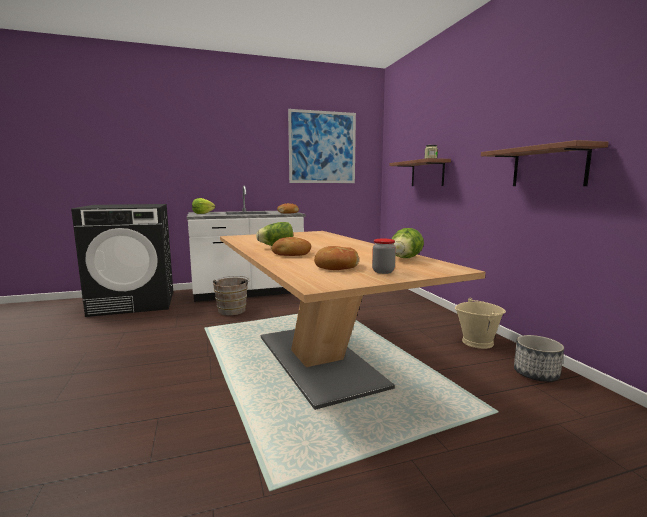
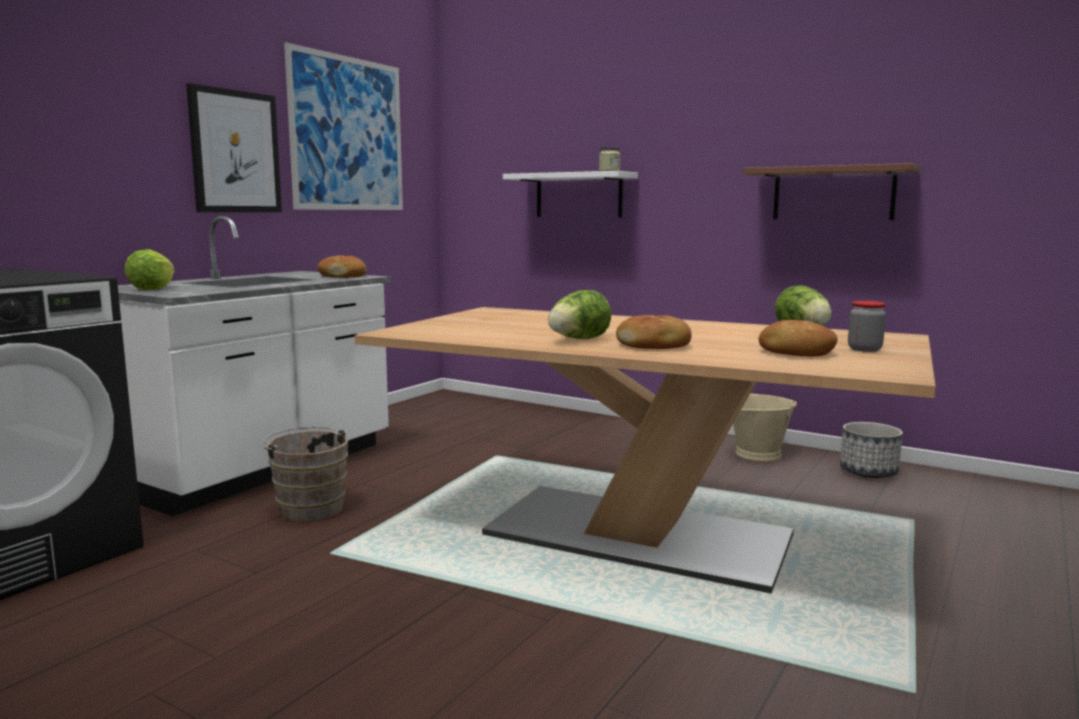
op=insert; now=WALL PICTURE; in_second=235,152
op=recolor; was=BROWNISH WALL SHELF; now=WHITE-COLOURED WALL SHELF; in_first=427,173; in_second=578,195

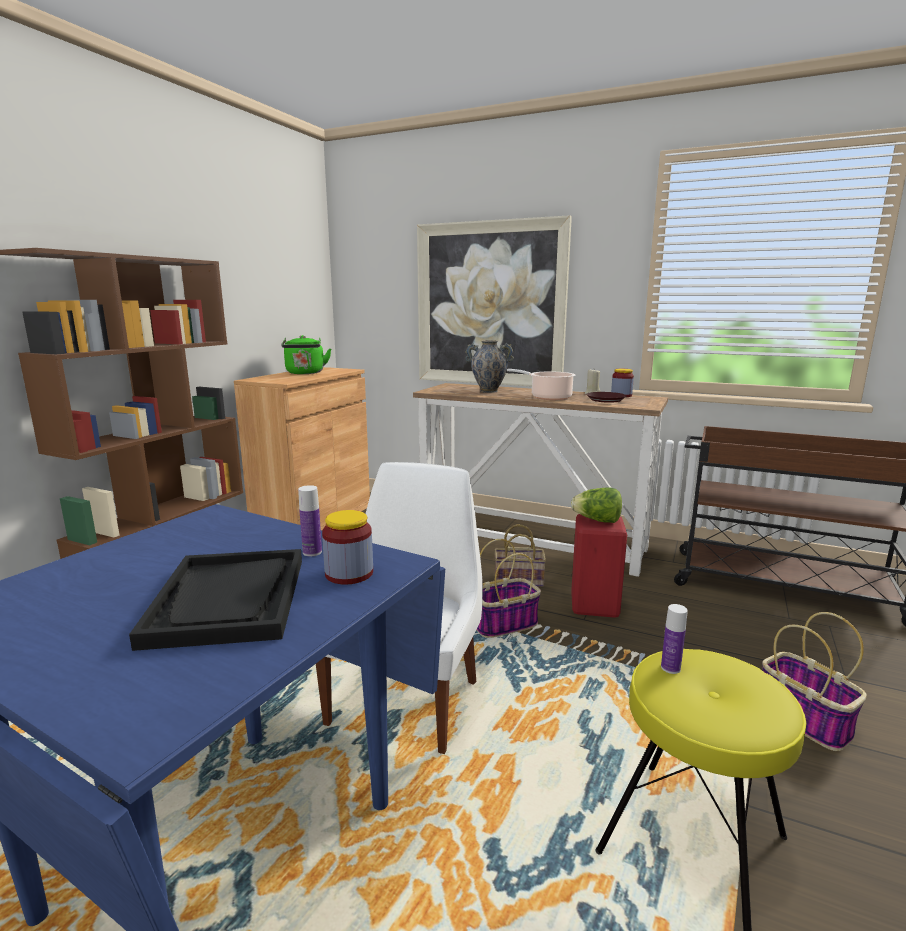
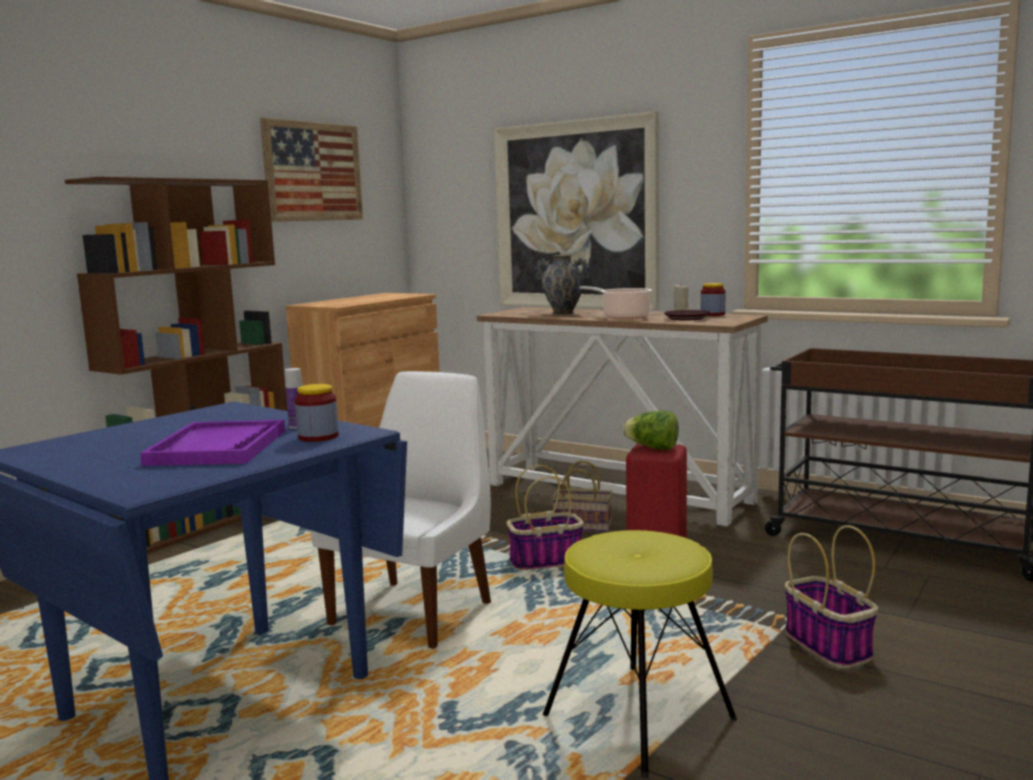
op=delete; was=GREEN KETTLE; in_first=305,373
op=delete; was=DRINK BOTTLE; in_first=670,668
op=insert; now=WALL PICTURE; in_second=313,172
op=recolor; was=BLACKISH SERVING TRAY; now=PURPLE-COLOURED SERVING TRAY; in_first=229,600; in_second=218,447

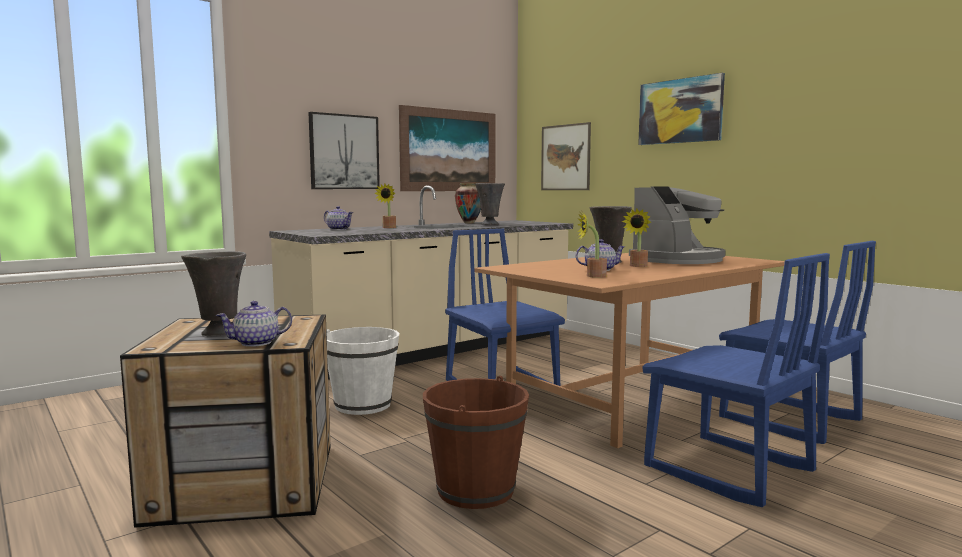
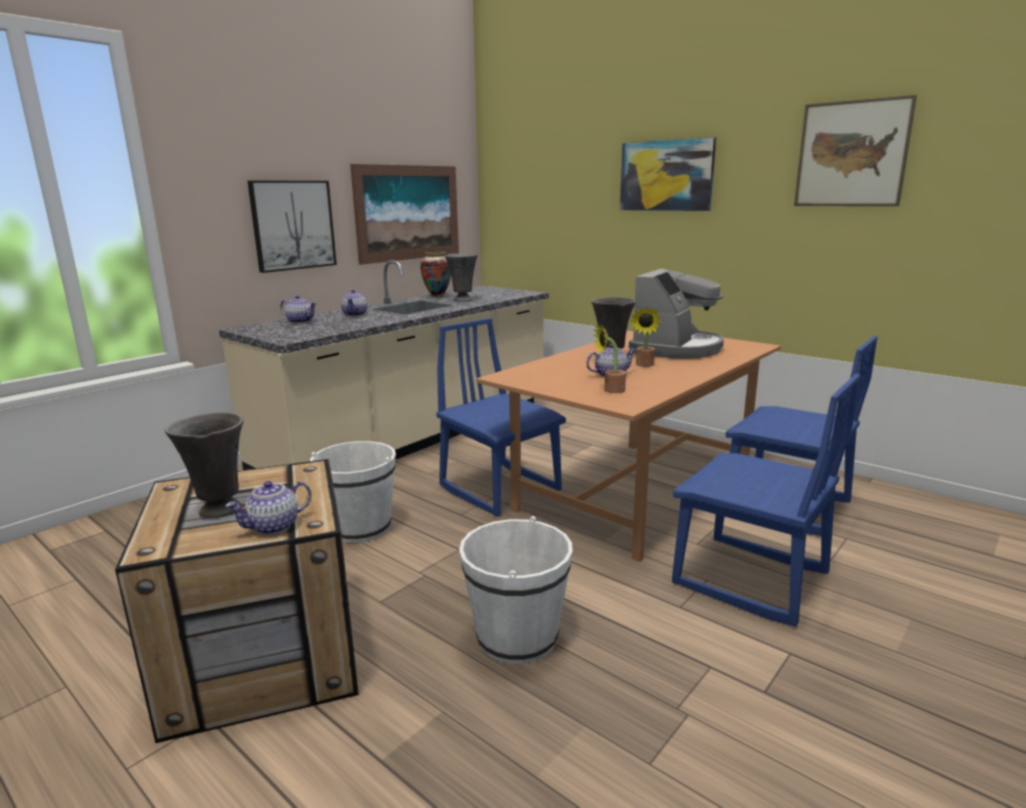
op=move; was=WALL PICTURE; in_first=565,157; in_second=851,154
op=replace; was=PLANT IN A POT; now=TEA POT; in_first=388,228; in_second=355,314
op=recolor; was=BROWNISH BUCKET; now=WHITE-COLOURED BUCKET; in_first=475,490; in_second=517,637

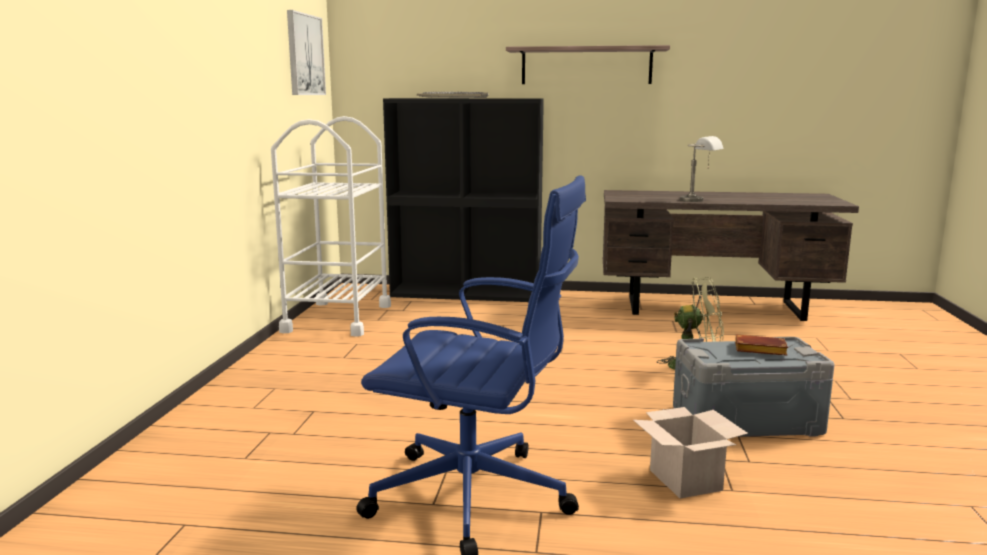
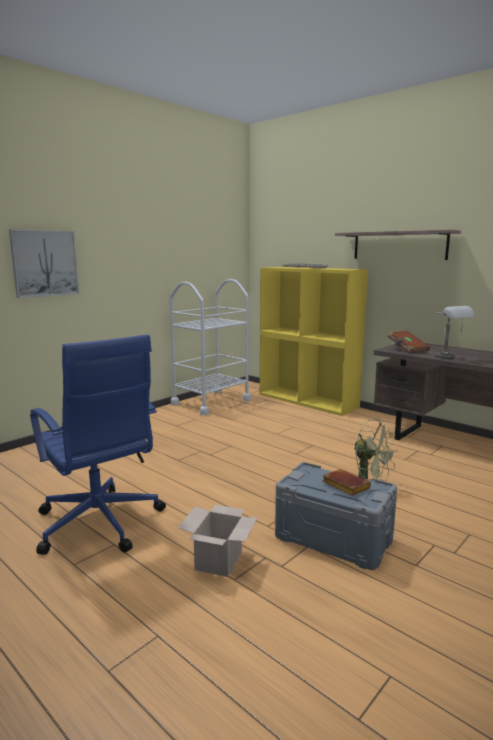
op=insert; now=BROWNISH VOLUME; in_second=407,349
op=move; was=WALL PICTURE; in_first=304,55; in_second=45,263
op=recolor; was=BLACKISH BOOKCASE; now=YELLOW-COLOURED BOOKCASE; in_first=467,293; in_second=308,401

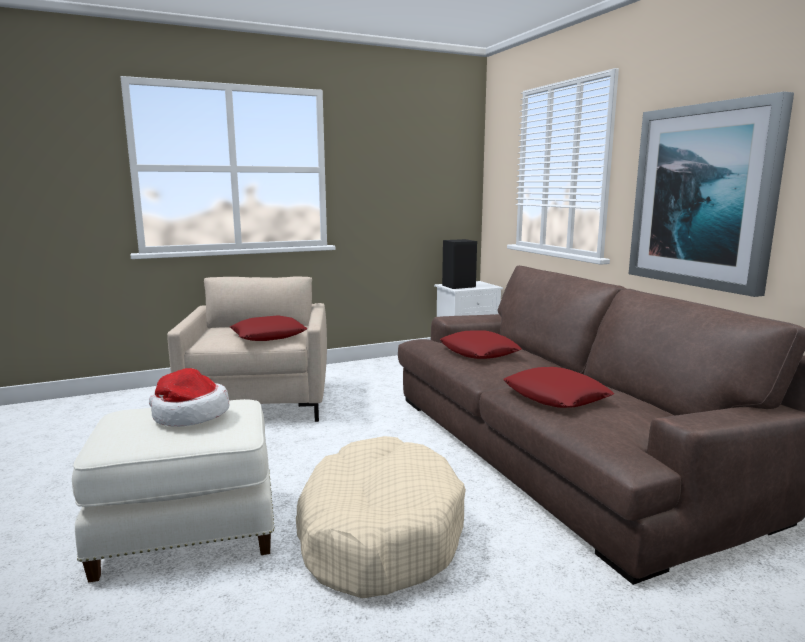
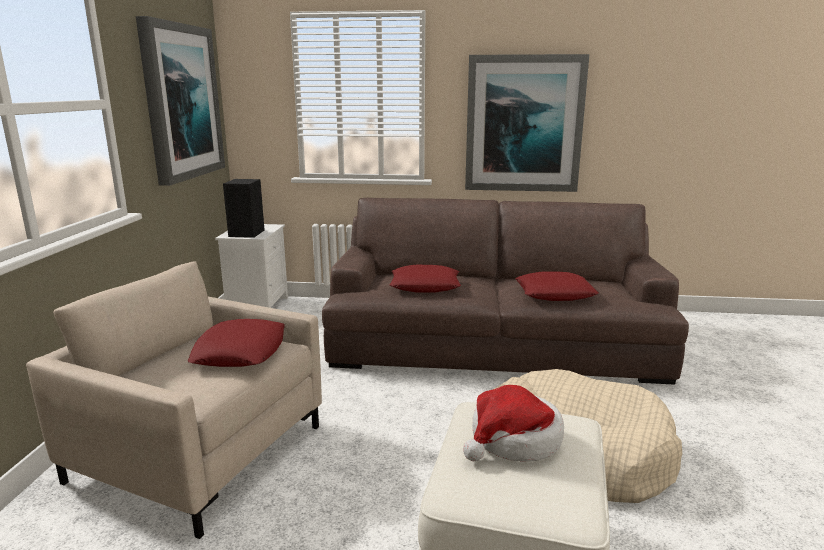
op=insert; now=WALL PICTURE; in_second=181,102

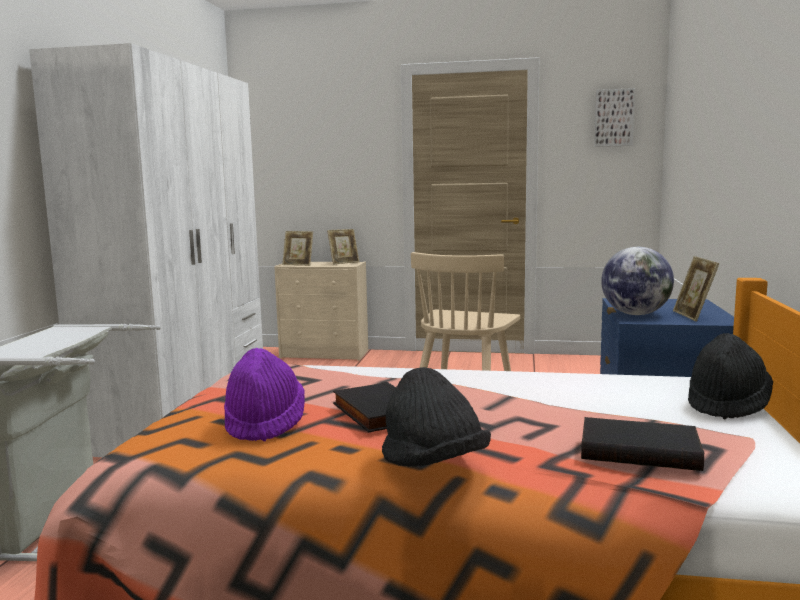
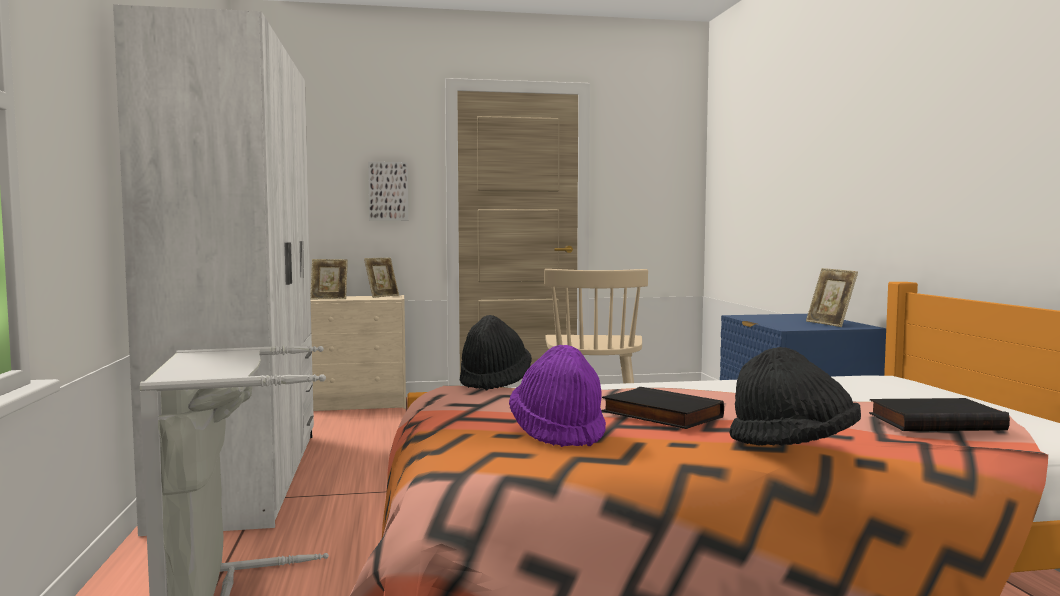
op=delete; was=WORLD GLOBE; in_first=635,314
op=move; was=WALL PICTURE; in_first=613,118; in_second=388,191
op=move; was=BLACKISH WEARABLE HAT; in_first=727,405; in_second=494,382

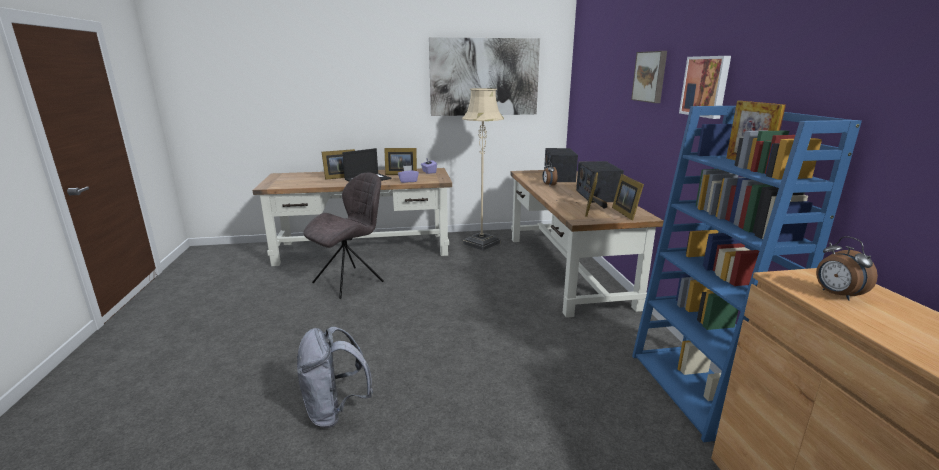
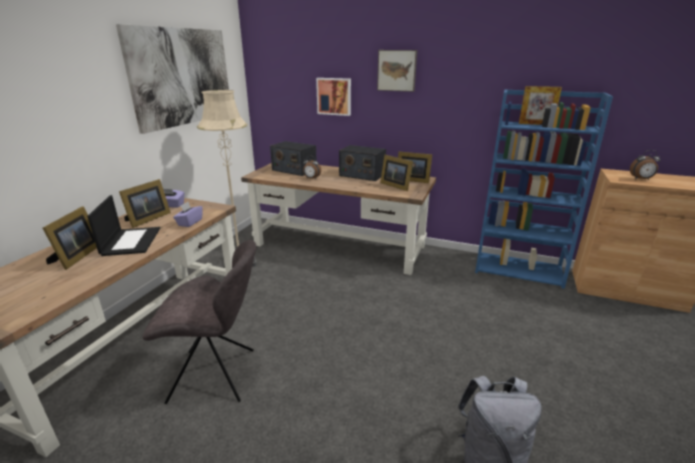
op=move; was=WALL PICTURE; in_first=706,86; in_second=334,96
op=rotate; was=GREY CHAIR; in_first=350,281; in_second=216,375; clockwise=105

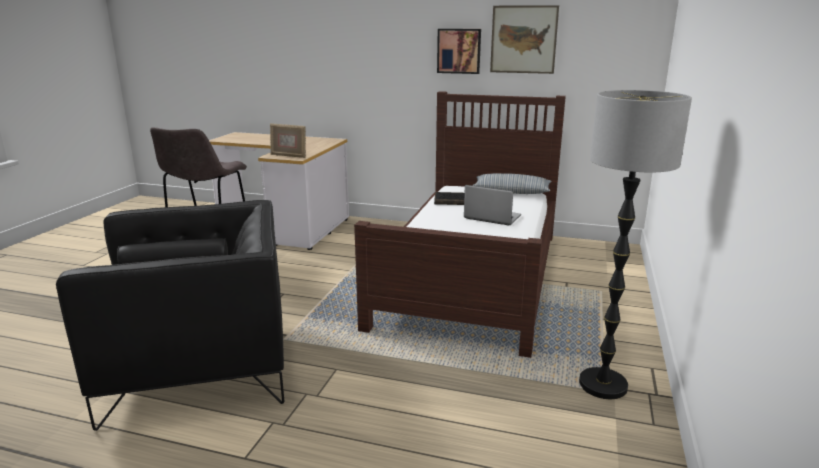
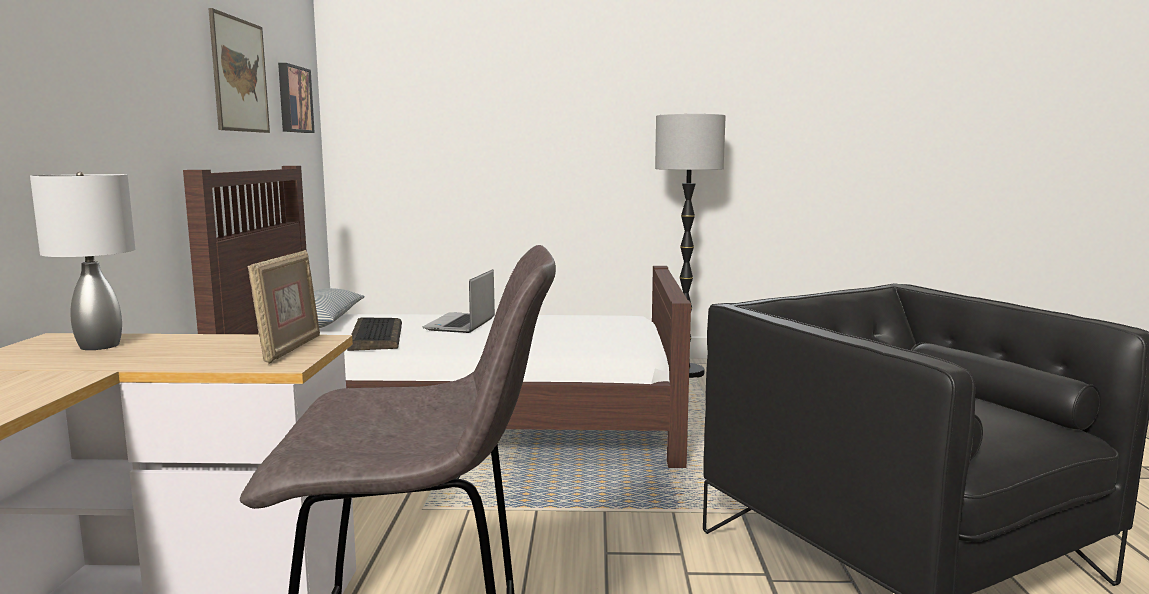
op=insert; now=GREY TABLETOP LAMP; in_second=98,346
op=move; was=WALL PICTURE; in_first=459,51; in_second=293,99

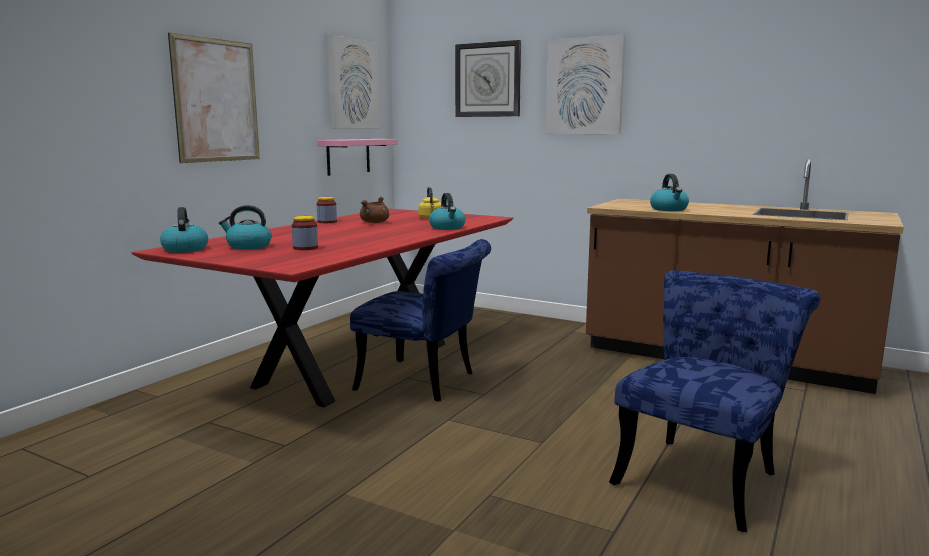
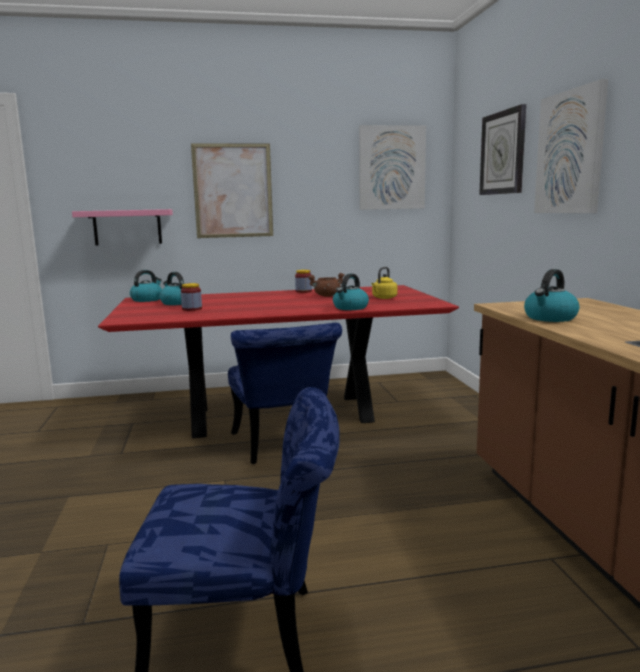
op=move; was=PINK WALL SHELF; in_first=348,156; in_second=127,227

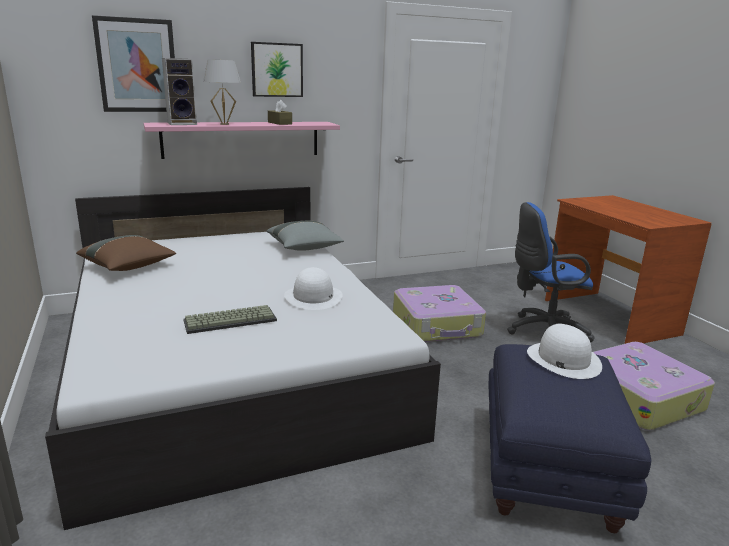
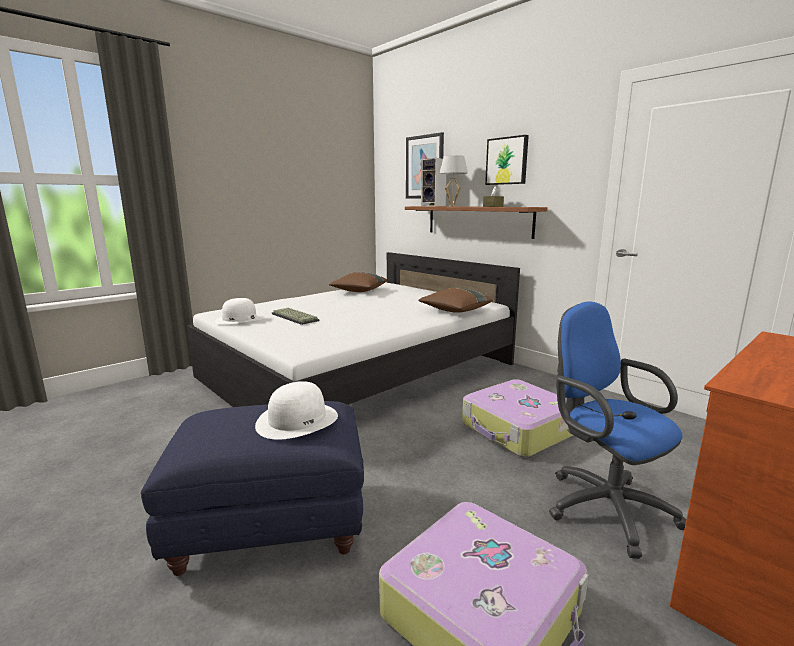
op=move; was=WHITE-COLOURED WEARABLE HAT; in_first=313,297; in_second=239,319
op=recolor; was=PINK WALL SHELF; now=BROWNISH WALL SHELF; in_first=242,139; in_second=478,221
op=recolor; was=GREY CUSHION; now=BROWNISH CUSHION; in_first=304,248; in_second=454,311

